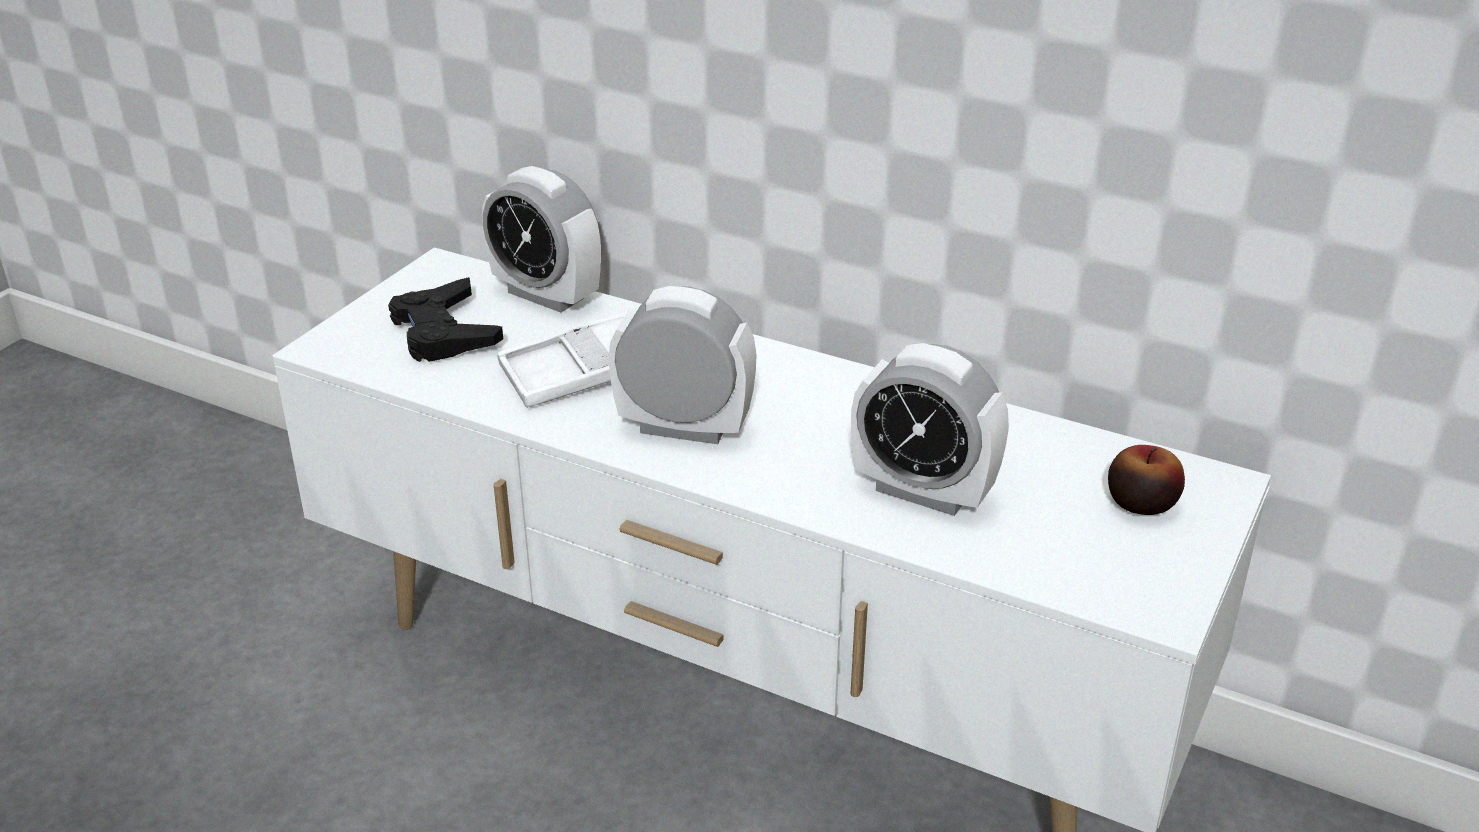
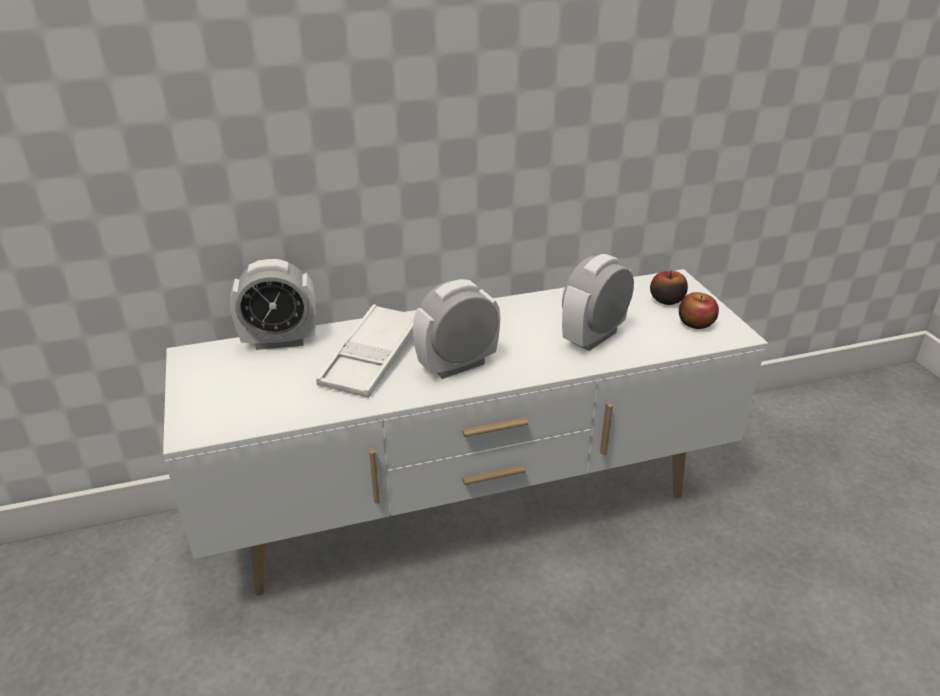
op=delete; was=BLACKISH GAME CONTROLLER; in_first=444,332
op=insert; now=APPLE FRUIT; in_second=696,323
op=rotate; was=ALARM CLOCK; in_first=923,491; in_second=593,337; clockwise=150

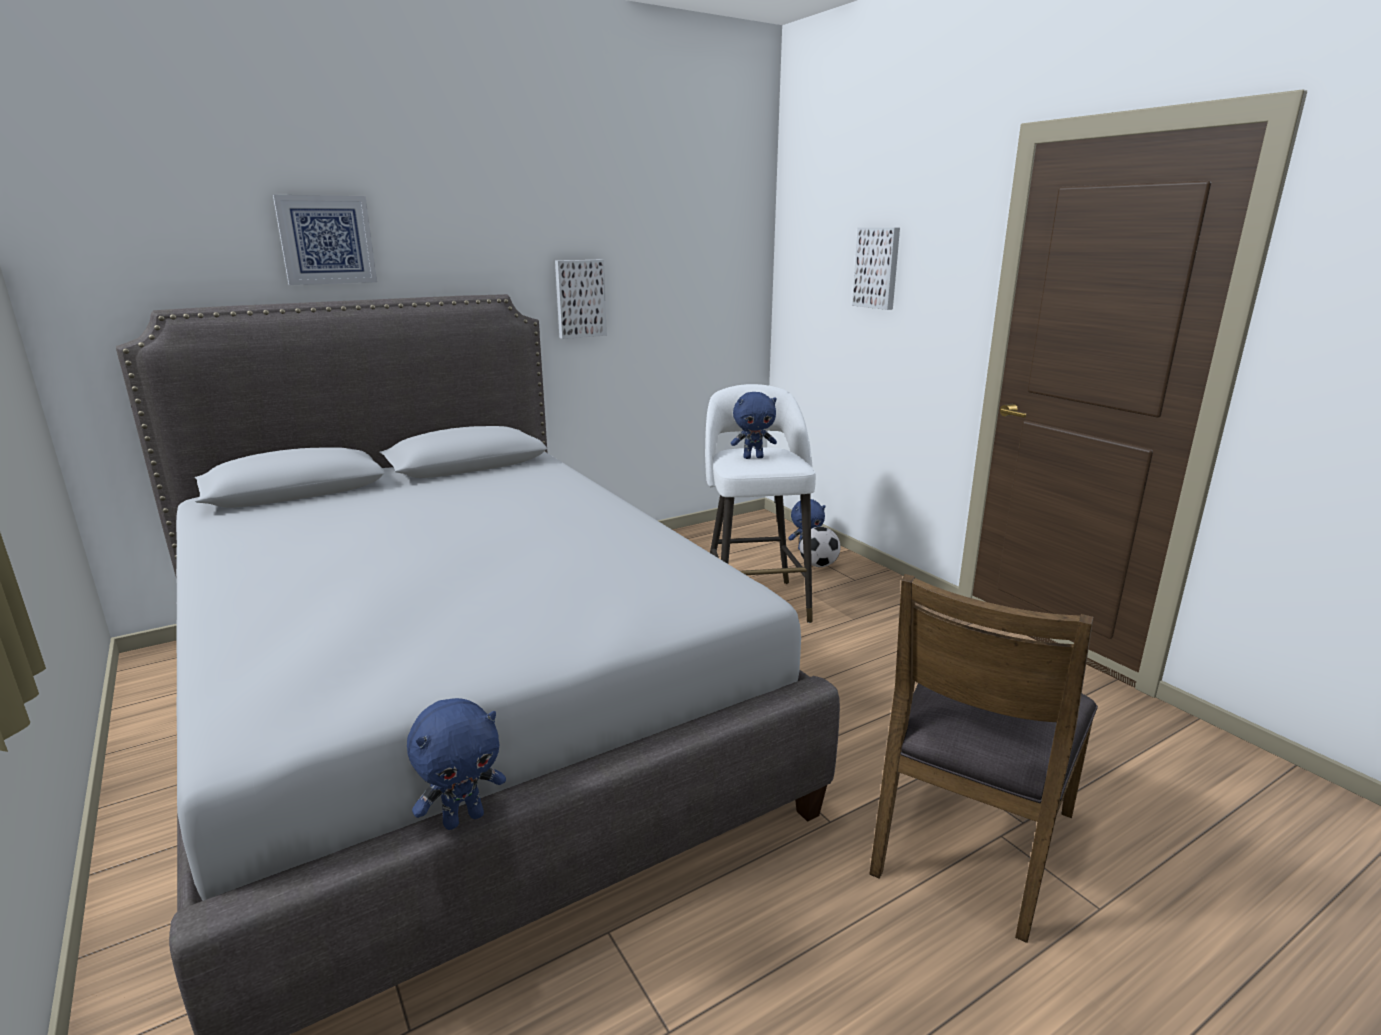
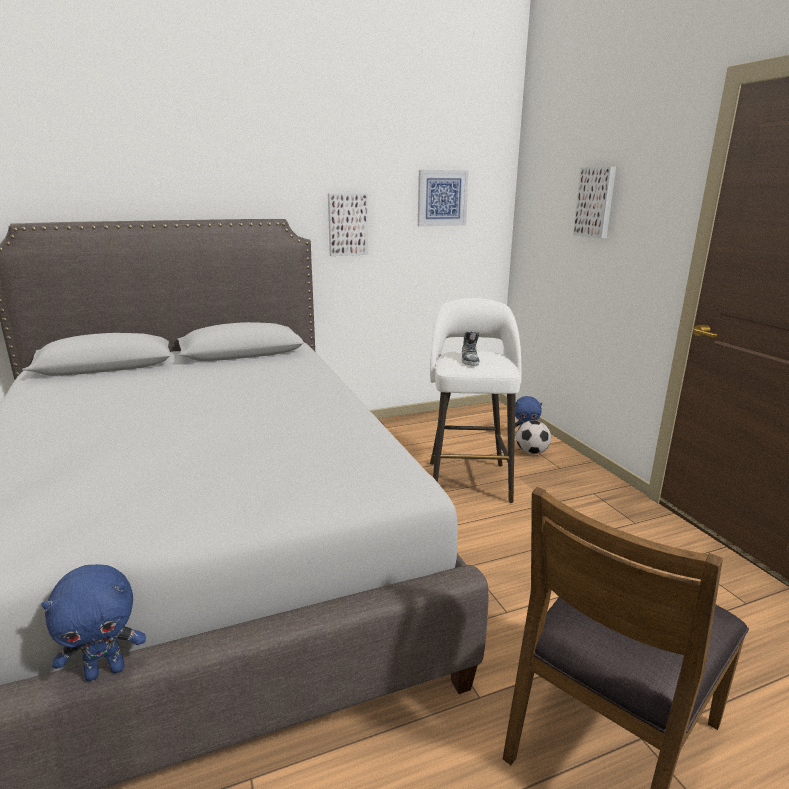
op=move; was=WALL PICTURE; in_first=326,240; in_second=442,198
op=replace; was=BLUISH SOFT TOY; now=LOW SHOE; in_first=753,457; in_second=469,359

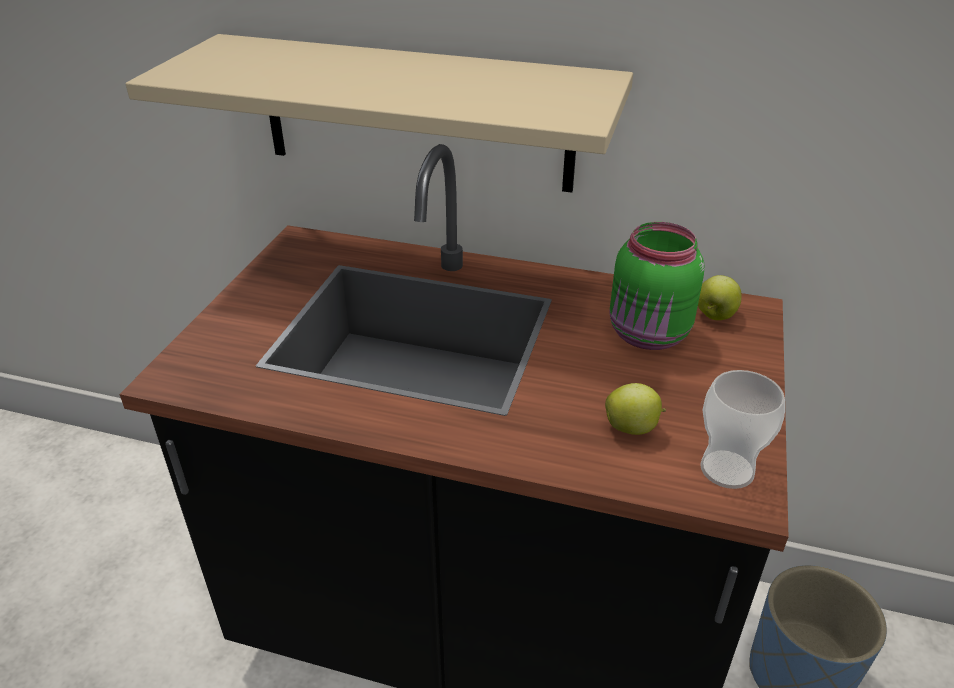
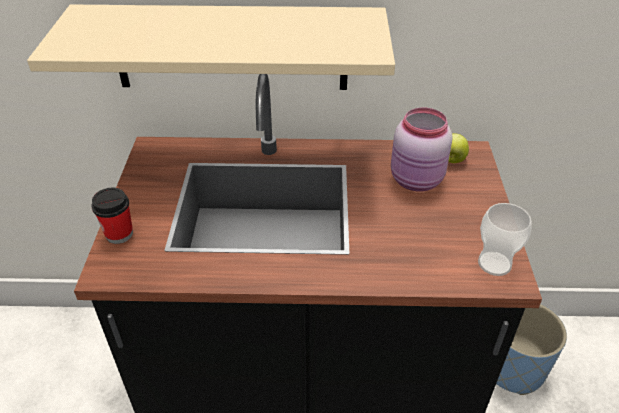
op=delete; was=APPLE FRUIT; in_first=632,428
op=insert; now=DRINKING CUP; in_second=119,234
op=recolor; was=GREEN PRESERVE JAR; now=PINK PRESERVE JAR; in_first=649,335; in_second=417,181

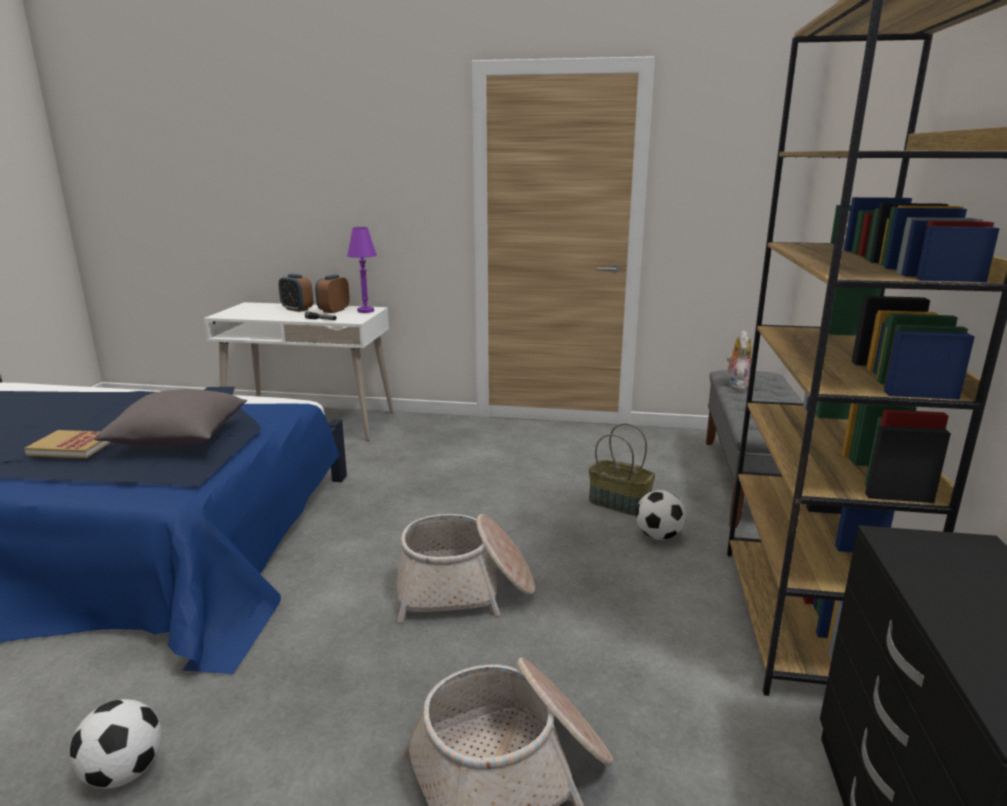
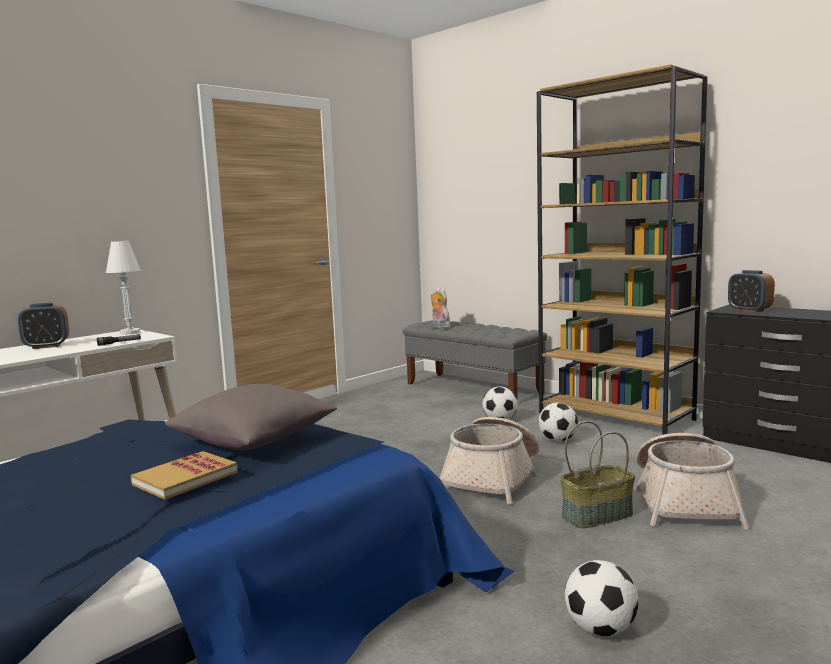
op=insert; now=FOOTBALL BALL; in_second=558,440
op=move; was=ALARM CLOCK; in_first=333,310; in_second=749,310
op=move; was=HOUSEHOLD BASKET; in_first=620,503; in_second=597,515
op=recolor; was=PURPLE-COLOURED TABLETOP LAMP; now=WHITE-COLOURED TABLETOP LAMP; in_first=365,311; in_second=130,333

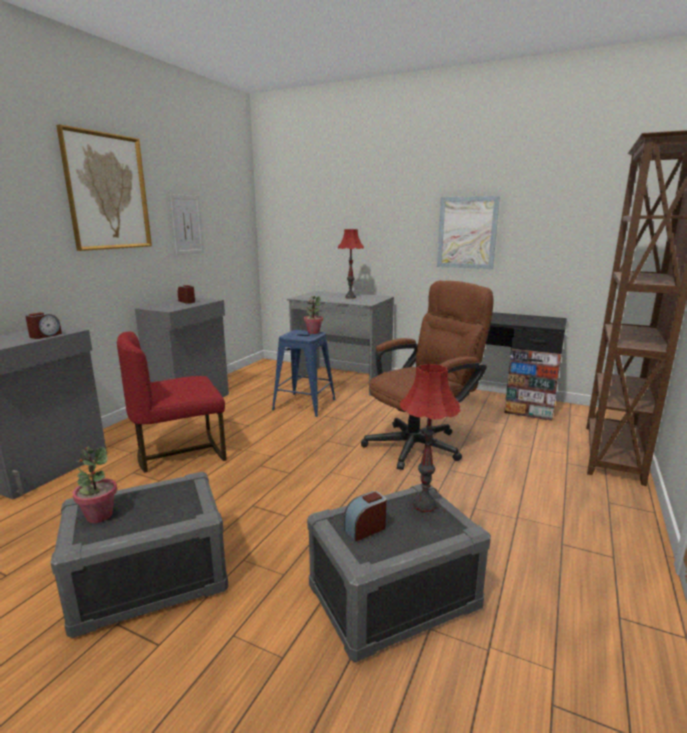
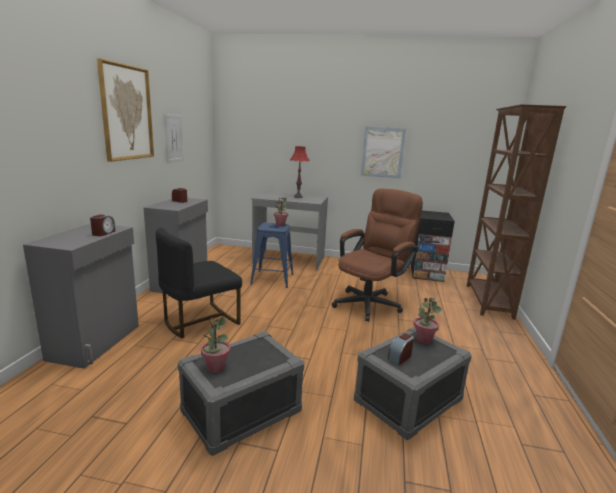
op=replace; was=RED-COLOURED TABLETOP LAMP; now=PLANT IN A POT; in_first=424,505; in_second=423,340
op=recolor; was=RED-COLOURED CHAIR; now=BLACKISH CHAIR; in_first=180,452; in_second=199,321

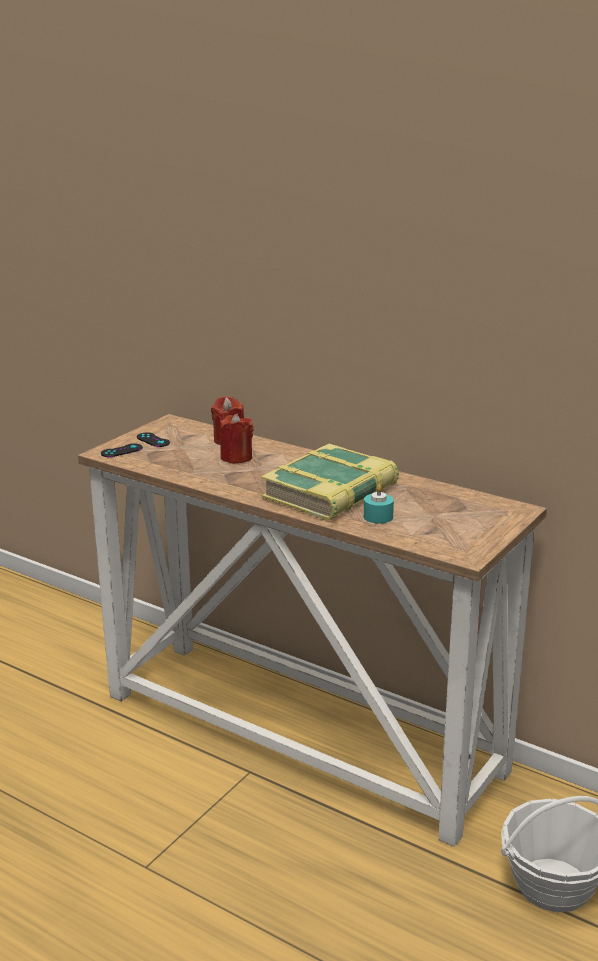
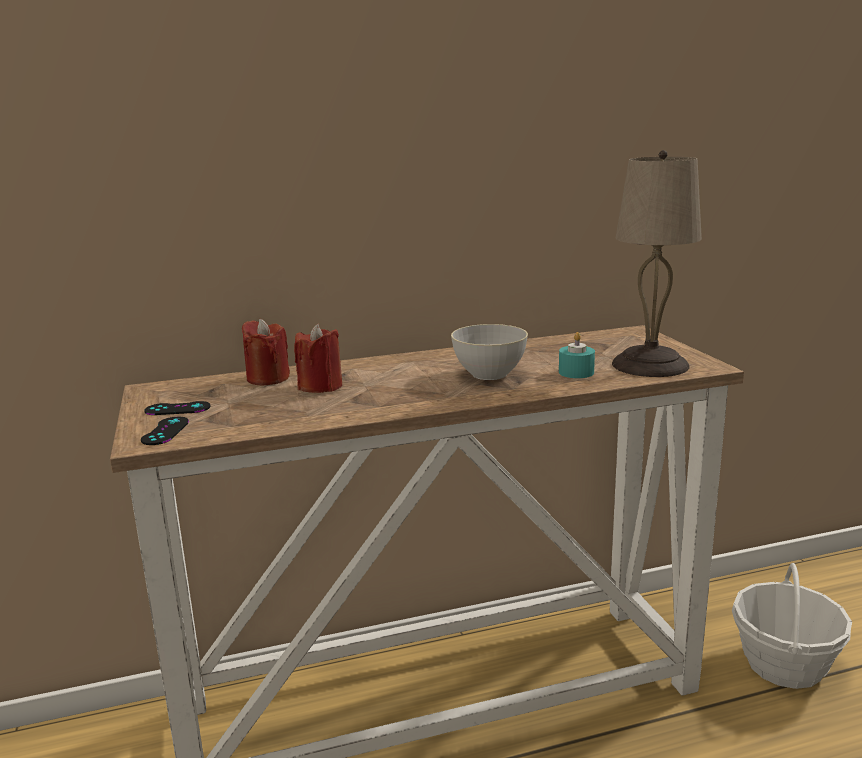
op=insert; now=BEIGE-COLOURED TABLETOP LAMP; in_second=650,365
op=replace; was=VOLUME; now=GREY BOWL; in_first=331,493; in_second=489,374

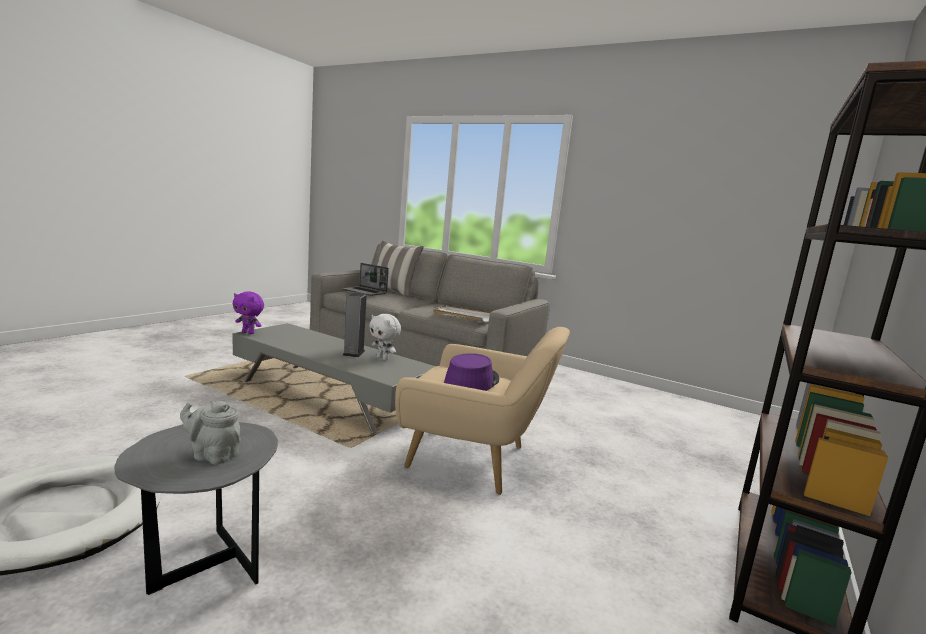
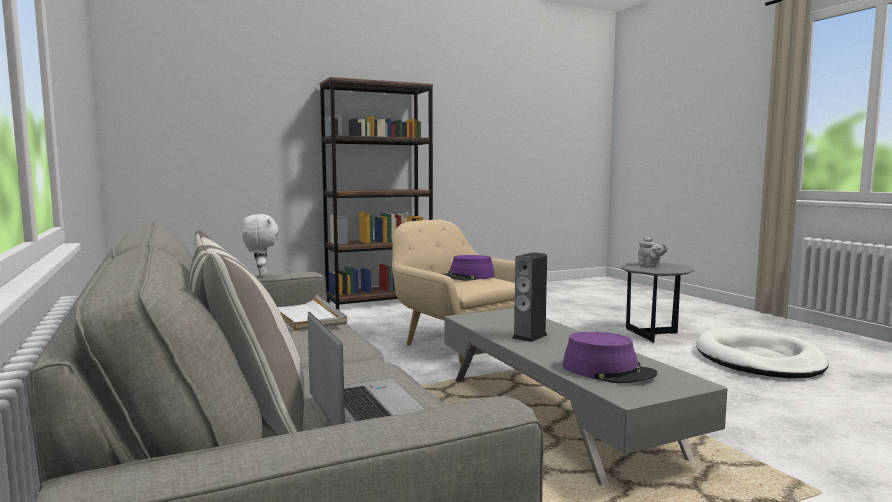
op=delete; was=PURPLE-COLOURED SOFT TOY; in_first=248,333
op=insert; now=PURPLE-COLOURED WEARABLE HAT; in_second=608,371
op=move; was=WHITE-COLOURED SOFT TOY; in_first=383,358; in_second=261,275

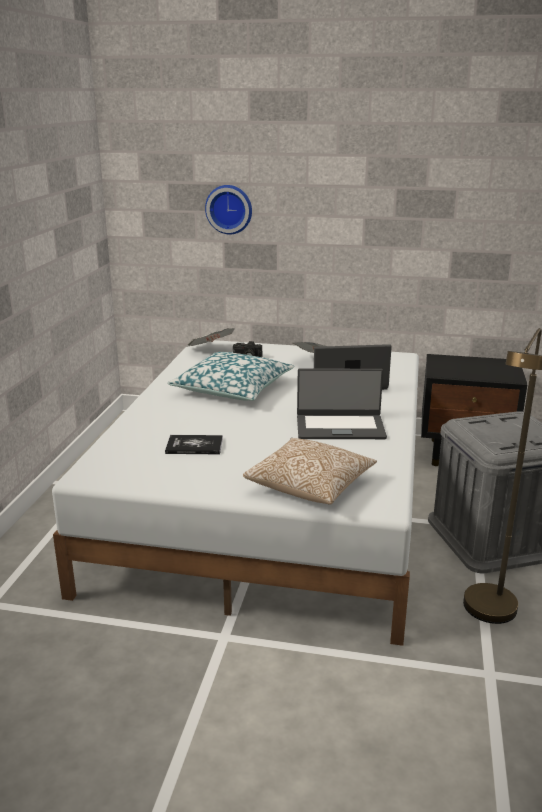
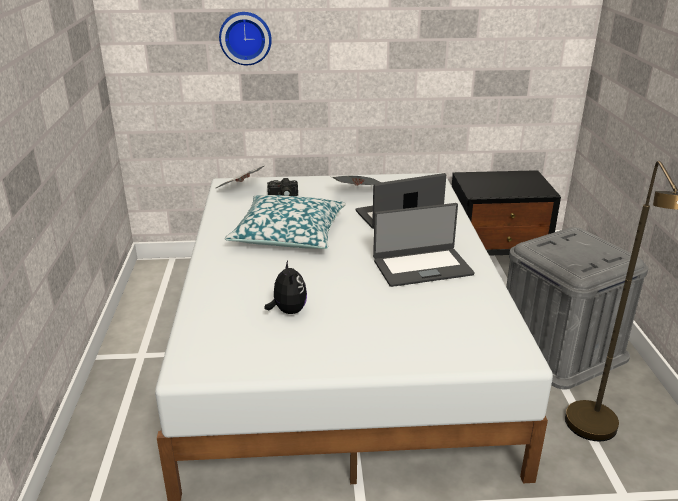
op=delete; was=CUSHION; in_first=310,486
op=replace; was=VOLUME; now=SOFT TOY; in_first=194,446; in_second=288,311

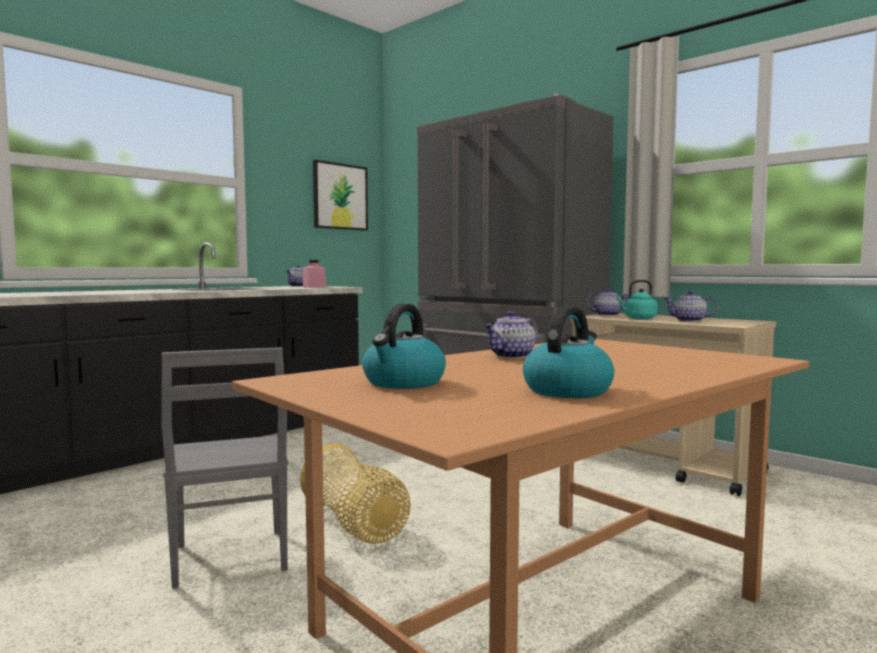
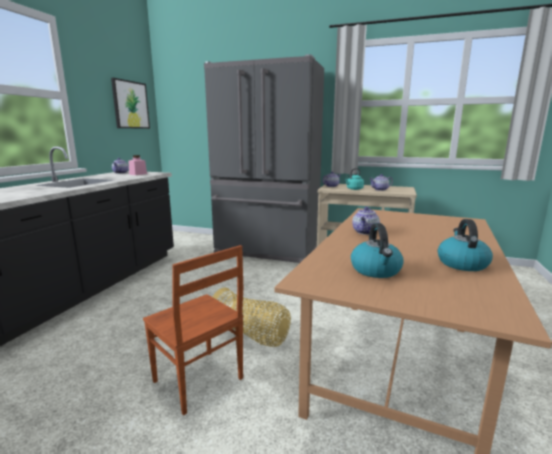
op=recolor; was=GREY CHAIR; now=BROWNISH CHAIR; in_first=228,559; in_second=198,381

